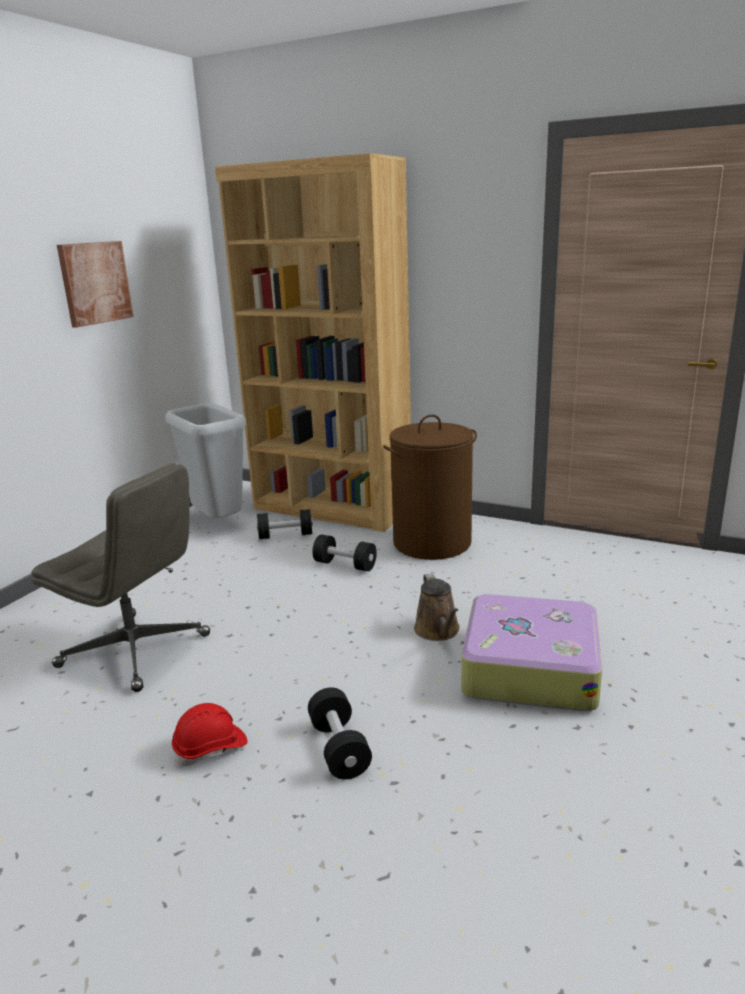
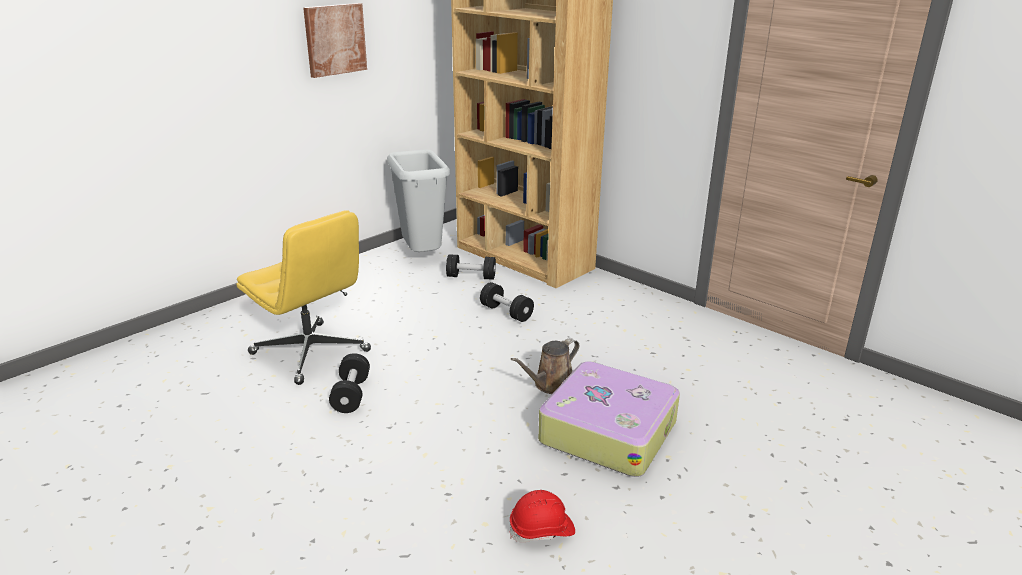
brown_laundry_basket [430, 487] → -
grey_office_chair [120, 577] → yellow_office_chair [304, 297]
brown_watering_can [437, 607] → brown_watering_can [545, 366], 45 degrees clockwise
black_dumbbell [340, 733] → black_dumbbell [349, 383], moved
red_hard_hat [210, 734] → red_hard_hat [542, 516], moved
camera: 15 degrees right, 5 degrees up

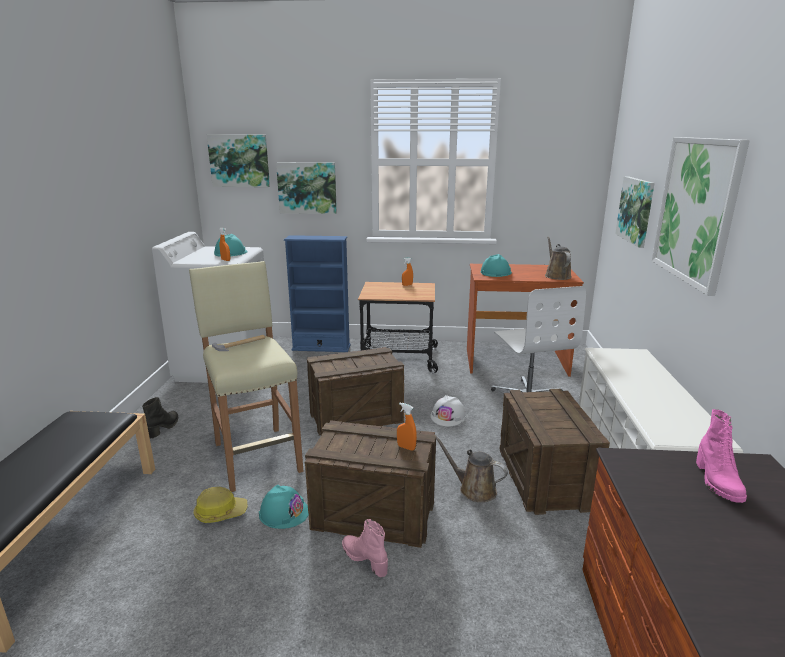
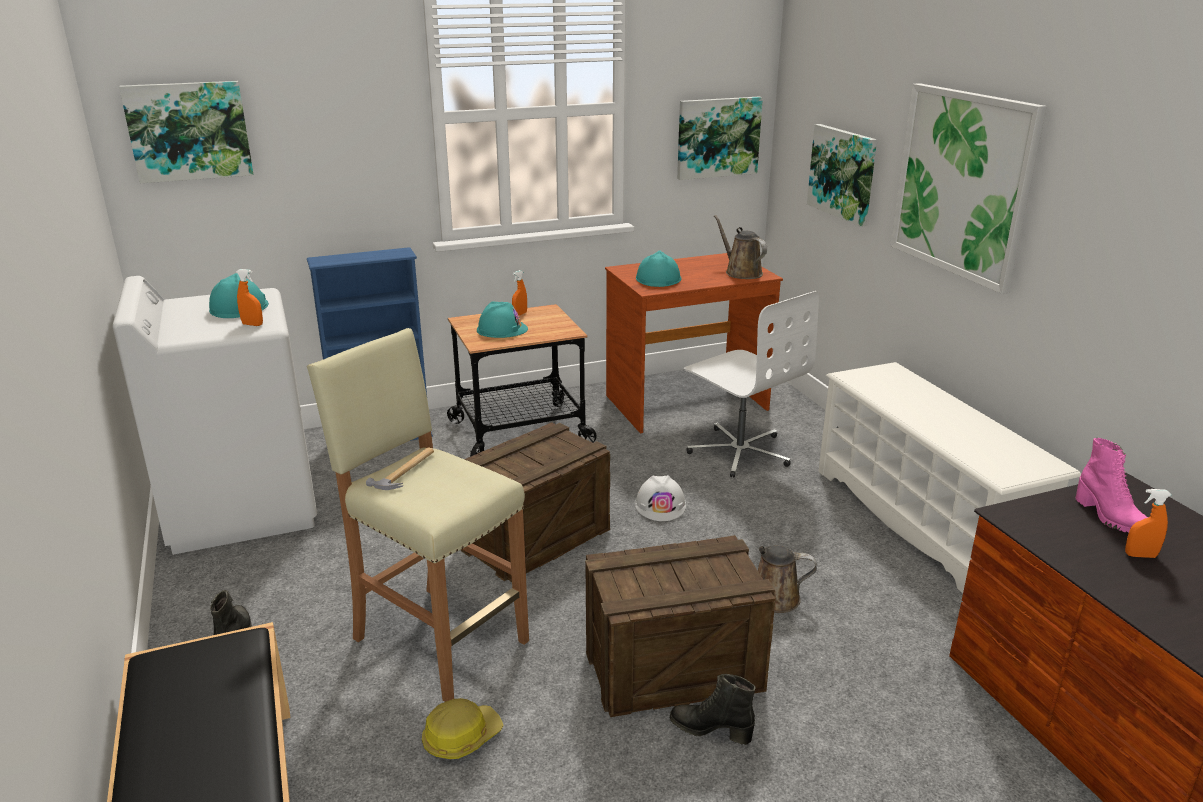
picture [306, 188] → picture [720, 138], moved
crate [555, 452] → -
orange_spray_bottle [407, 427] → orange_spray_bottle [1148, 523], moved
turquoise_hard_hat [284, 507] → turquoise_hard_hat [502, 320], moved
pink_boot [365, 548] → black_boot [712, 709]
camera: 25 degrees left, 5 degrees up

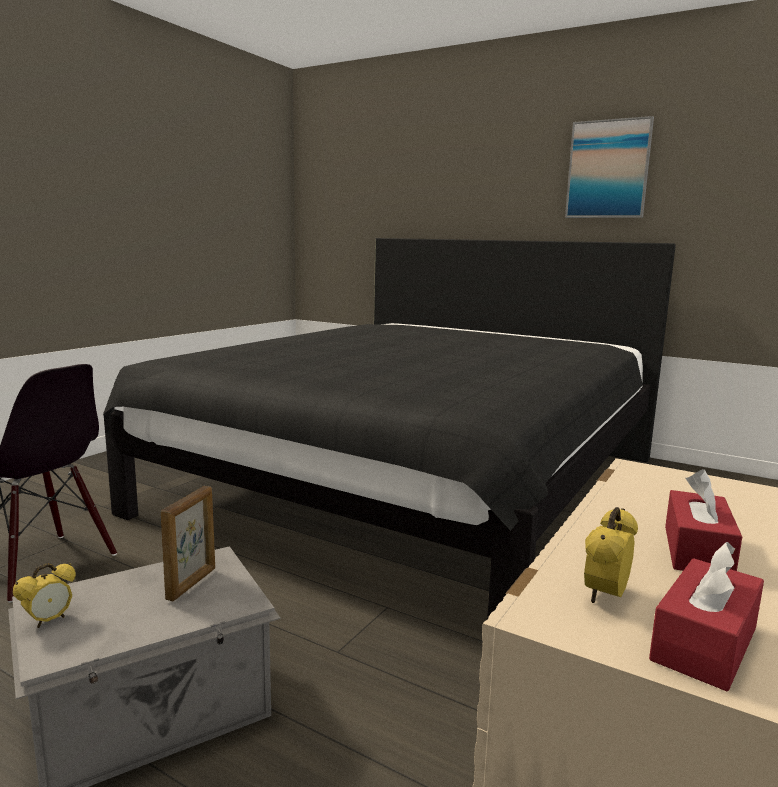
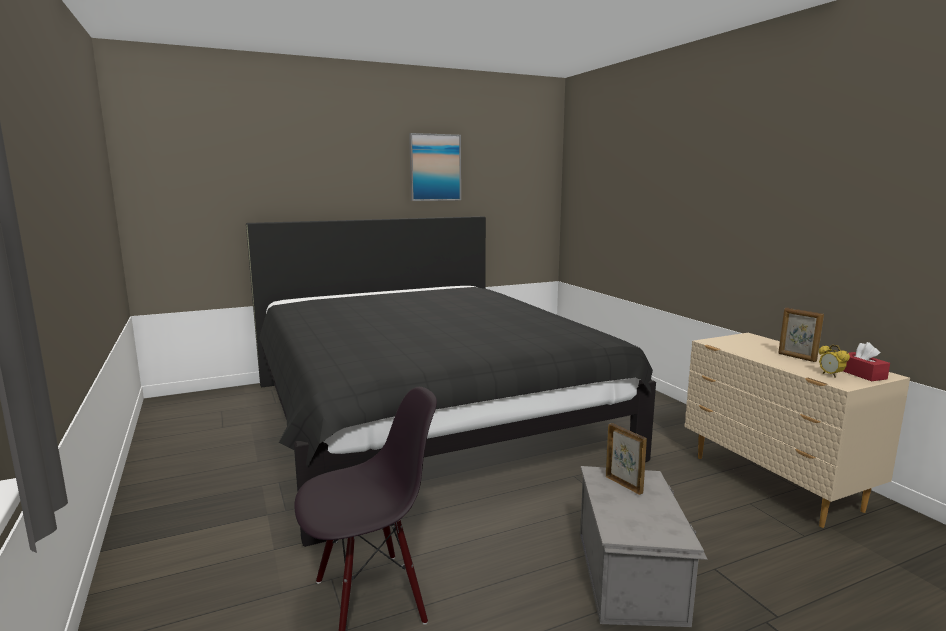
red_tissue_box [703, 520] → picture_frame [801, 335]
alarm_clock [44, 595] → -
camera: 55 degrees left, 0 degrees up

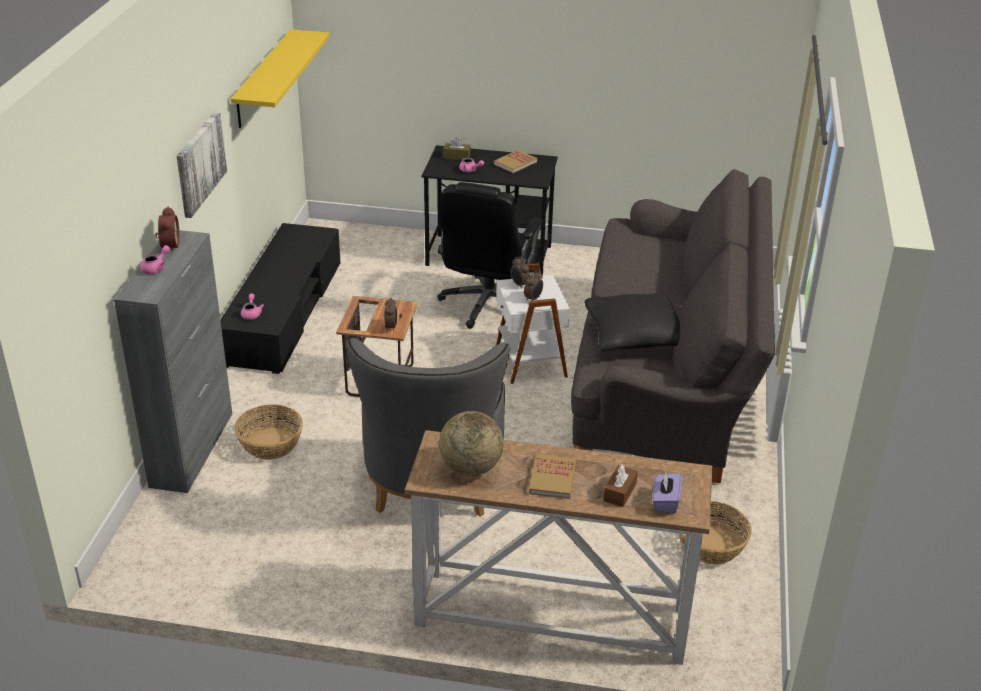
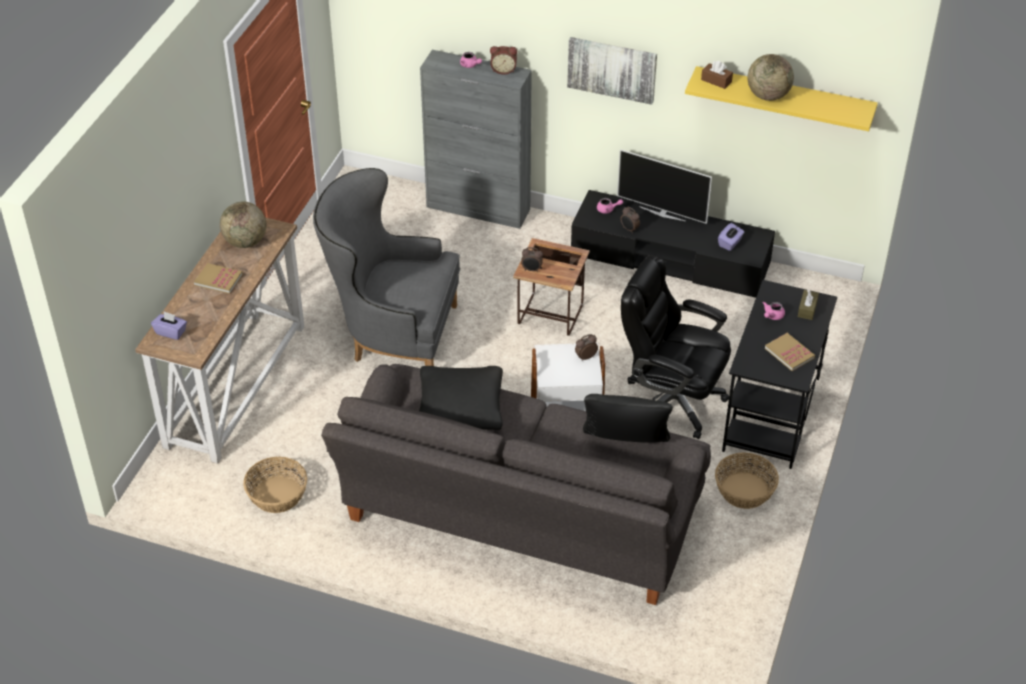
alarm_clock [533, 285] → alarm_clock [630, 220], moved
basket [268, 432] → basket [747, 481], moved
brown_tissue_box [620, 485] → brown_tissue_box [717, 75], moved
- → globe [771, 77]
- → television [664, 186]
- → purple_tissue_box [731, 237]
- → black_pillow [628, 418]
camera: 100 degrees right, 10 degrees up

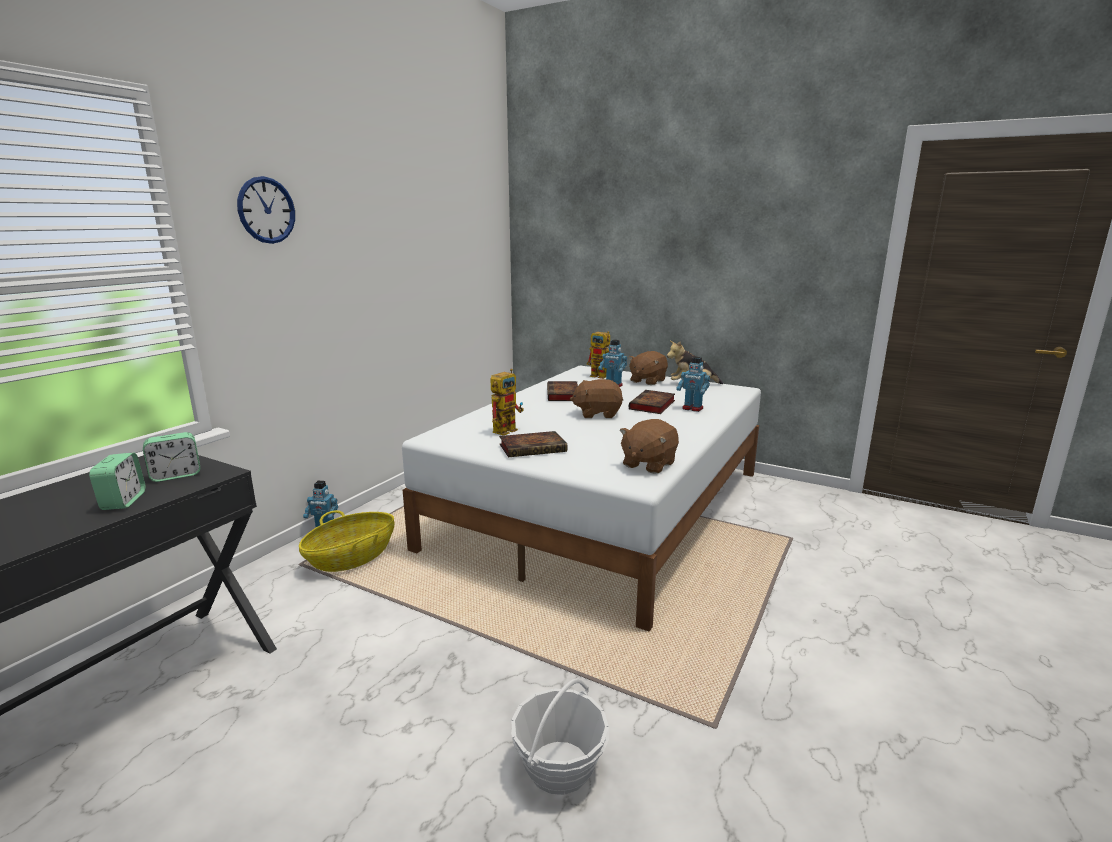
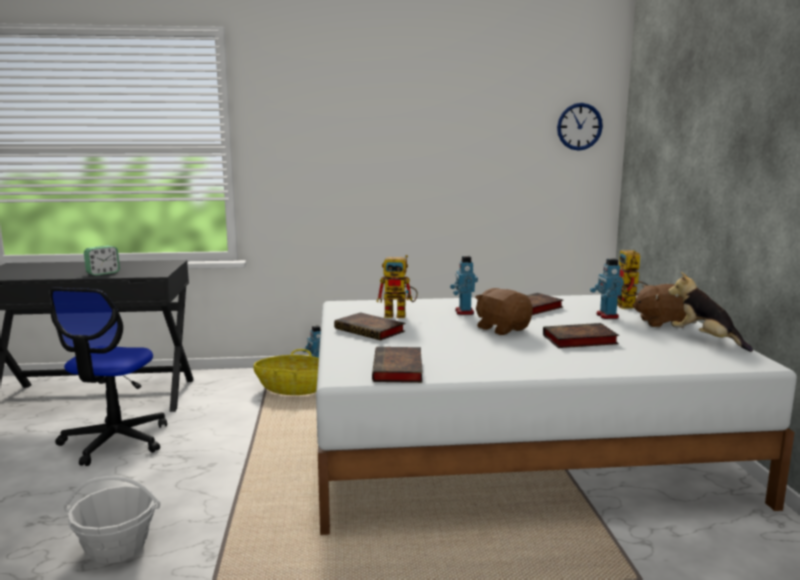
wall_clock [266, 210] → wall_clock [580, 127], moved
toy_robot [693, 384] → toy_robot [464, 285], moved
brown_plush_toy [649, 446] → book [397, 365]
alarm_clock [171, 457] → -
- → office_chair [108, 377]
camera: 55 degrees right, 5 degrees down

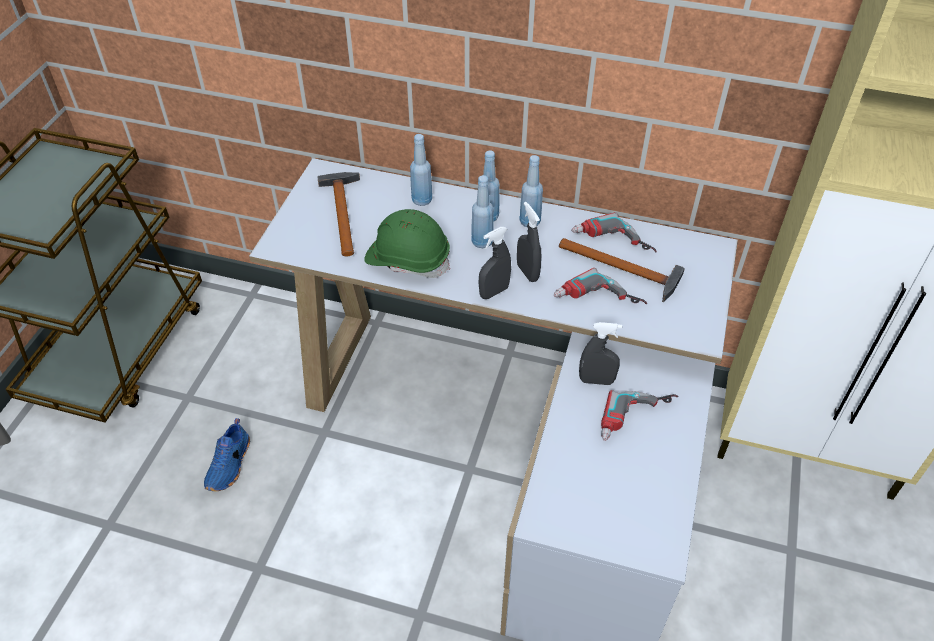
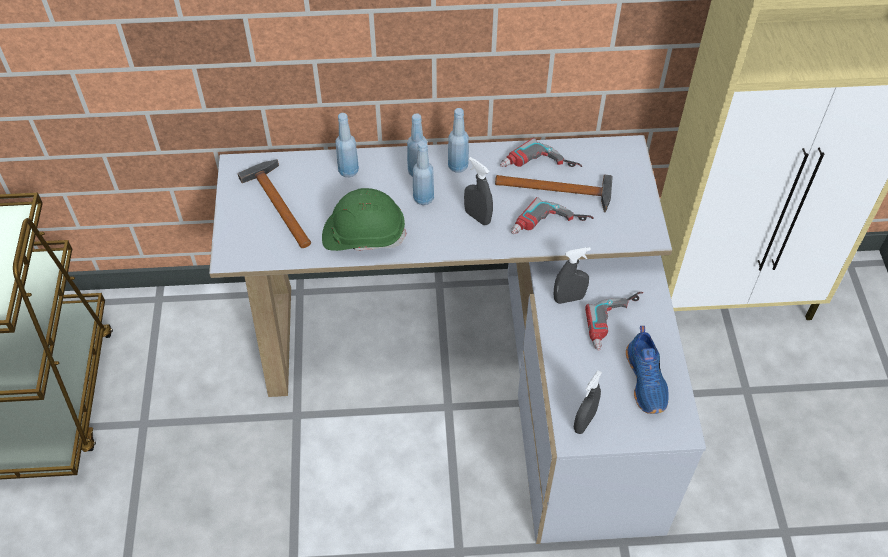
grey_spray_bottle [495, 263] → grey_spray_bottle [588, 402], moved
blue_shoe [227, 454] → blue_shoe [647, 370], moved
camera: 20 degrees left, 5 degrees up

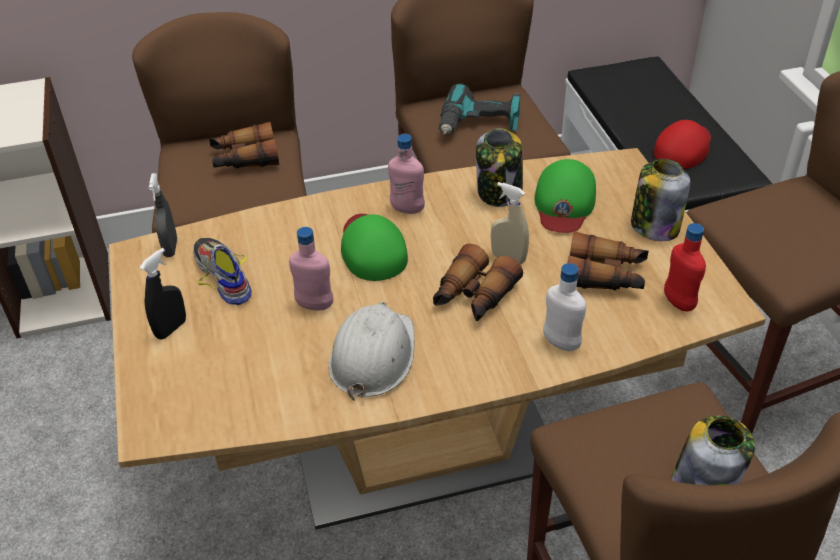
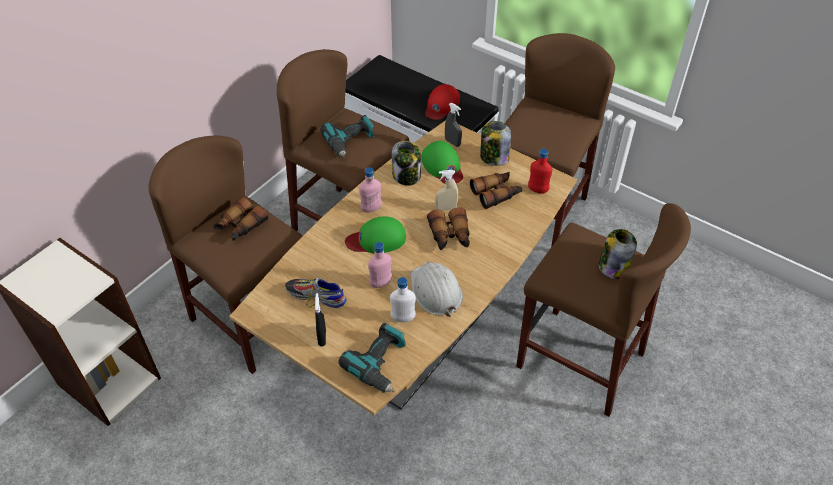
red_cap [682, 144] → red_cap [442, 102], 150 degrees counterclockwise
grey_spray_bottle [163, 215] → grey_spray_bottle [453, 125], moved
green_cap [374, 247] → green_cap [375, 234], 45 degrees counterclockwise
white_bottle [564, 307] → white_bottle [403, 299], moved
- → power_drill [372, 358]
camera: 40 degrees left, 5 degrees up

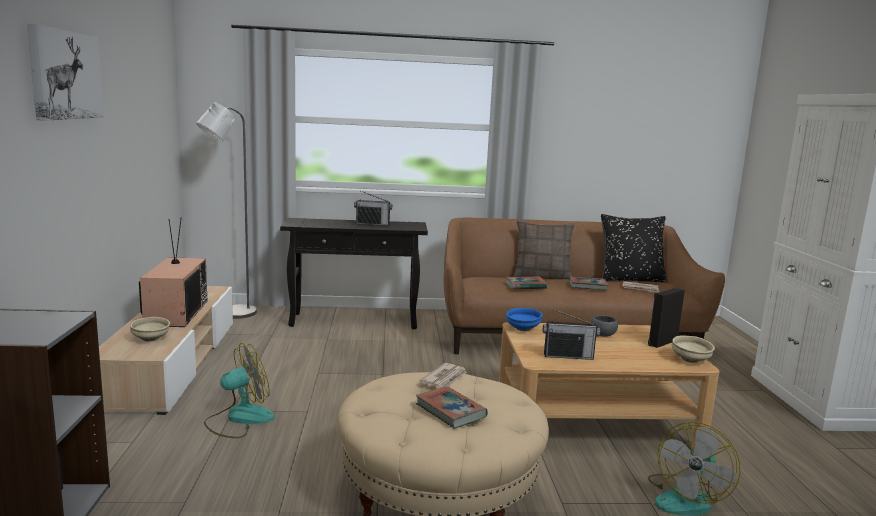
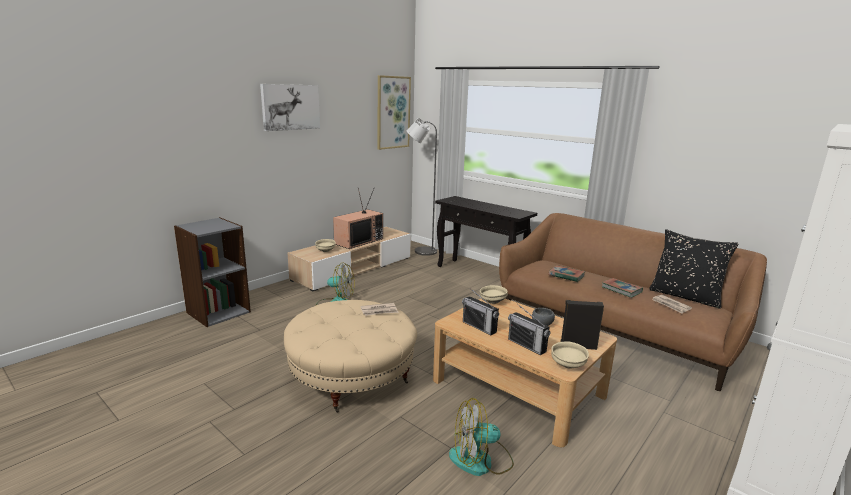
radio [373, 208] → radio [529, 329], moved
pillow [544, 250] → -
blue_bowl [524, 319] → beige_bowl [494, 294]
book [452, 407] → -
- → picture [394, 112]
camera: 45 degrees right, 5 degrees up

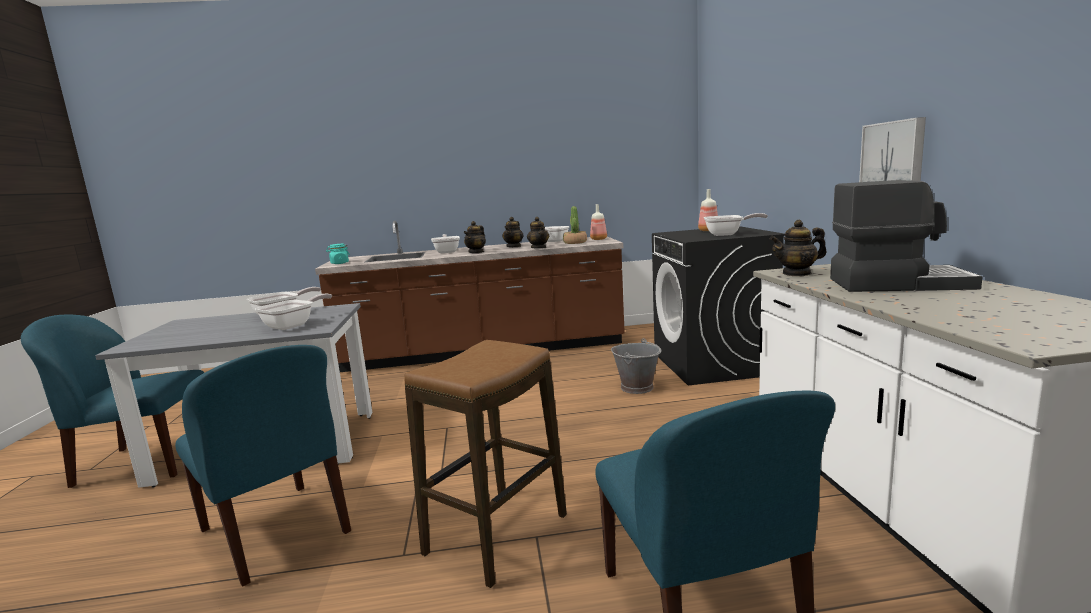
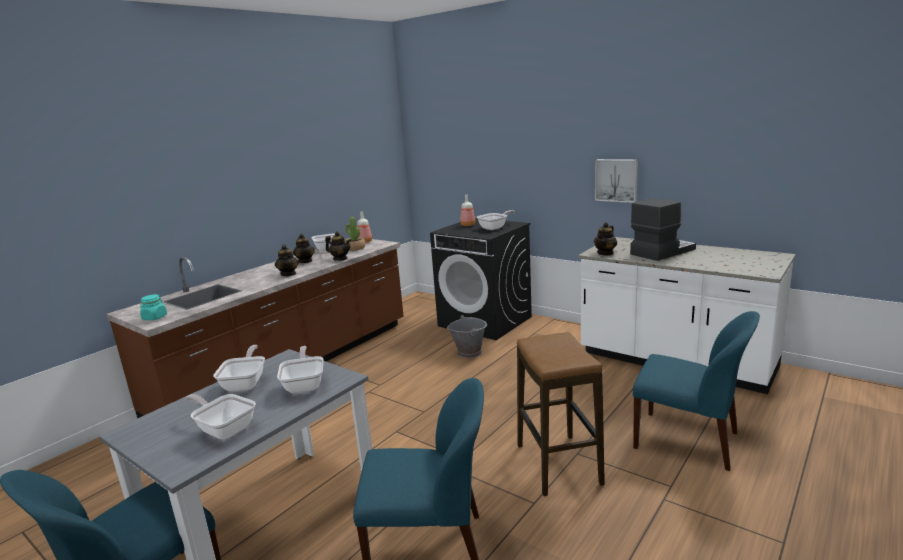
frying_pan [445, 243] → frying_pan [220, 417], moved
camera: 45 degrees left, 5 degrees up

